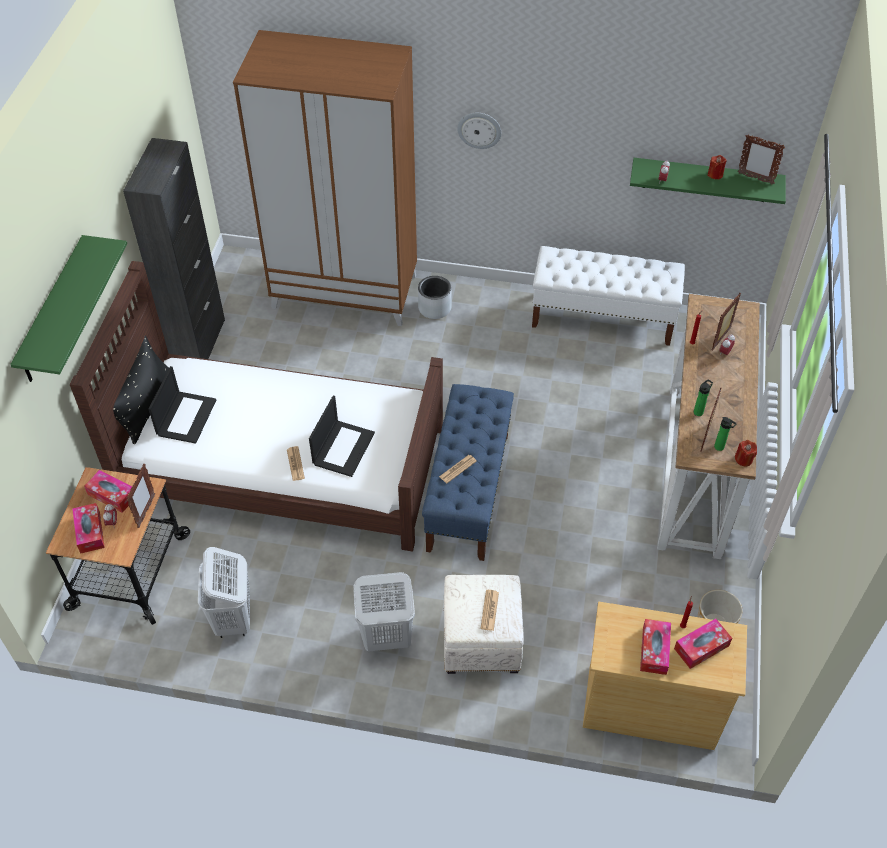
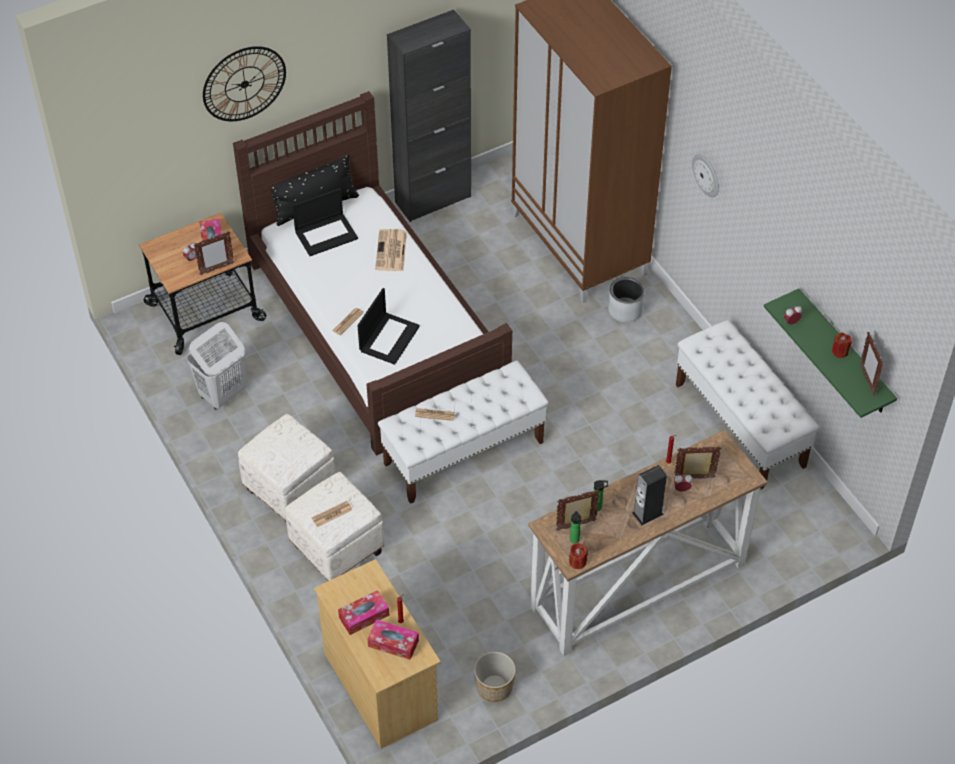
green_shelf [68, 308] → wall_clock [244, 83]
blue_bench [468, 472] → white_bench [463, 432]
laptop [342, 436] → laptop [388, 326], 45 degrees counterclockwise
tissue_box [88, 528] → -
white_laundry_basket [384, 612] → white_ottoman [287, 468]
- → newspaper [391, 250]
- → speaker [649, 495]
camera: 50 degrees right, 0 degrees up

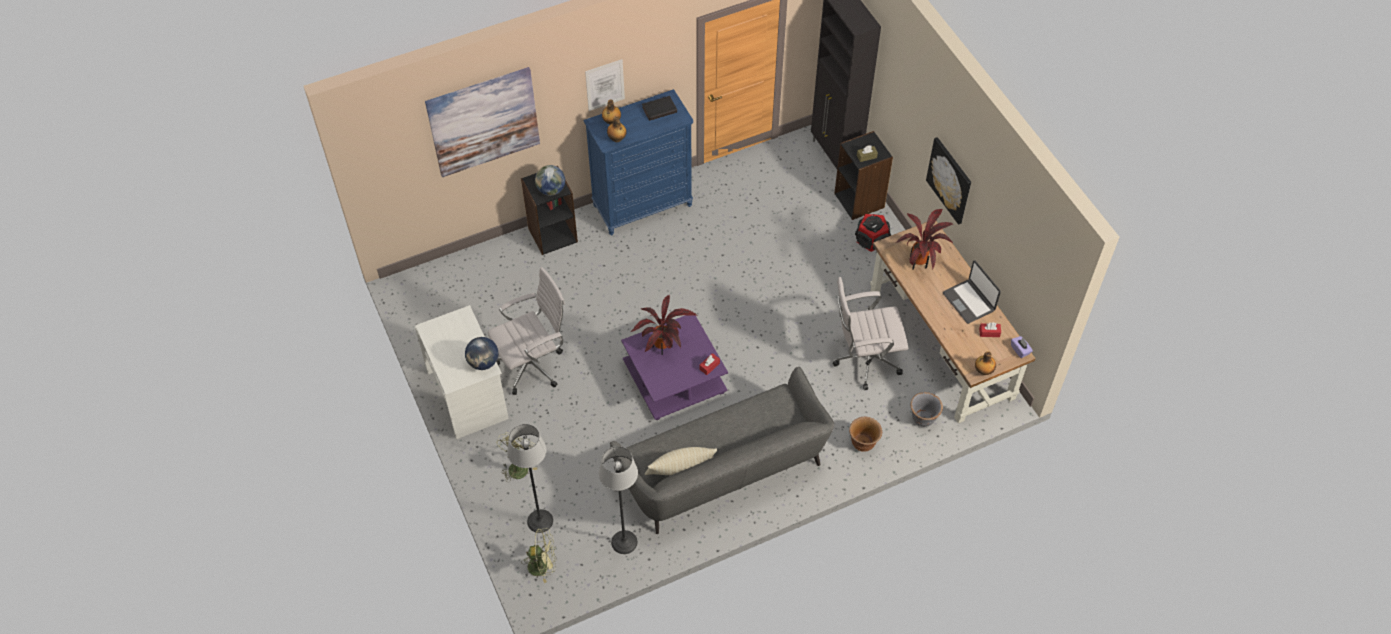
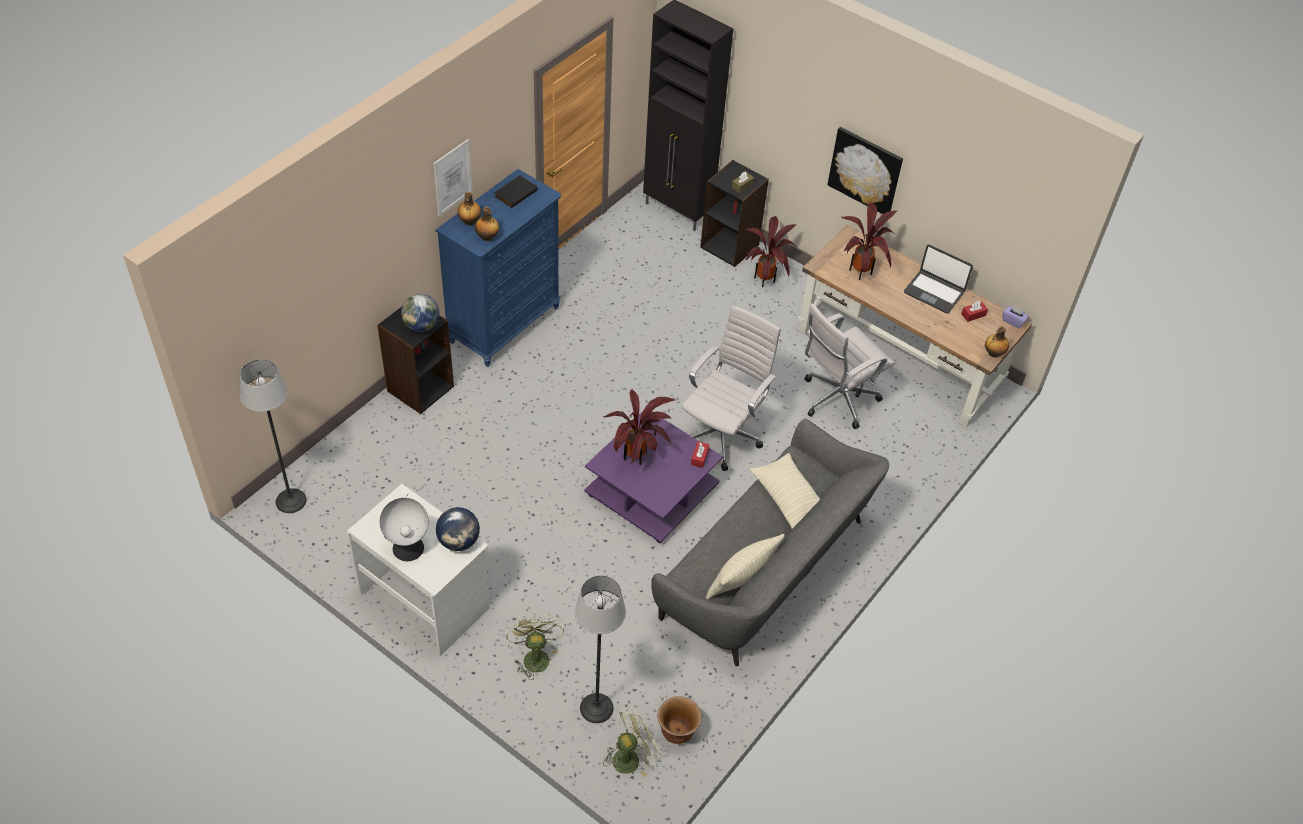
picture [482, 122] → -
speaker [873, 233] → potted_plant [771, 251]
white_office_chair [526, 331] → white_office_chair [731, 388], moved
grey_planter [927, 409] → -
brown_planter [865, 434] → brown_planter [679, 720], moved
floor_lamp [618, 500] → floor_lamp [273, 436], moved
- → beige_pillow [785, 491]
- → table_lamp [404, 527]
camera: 30 degrees left, 5 degrees down

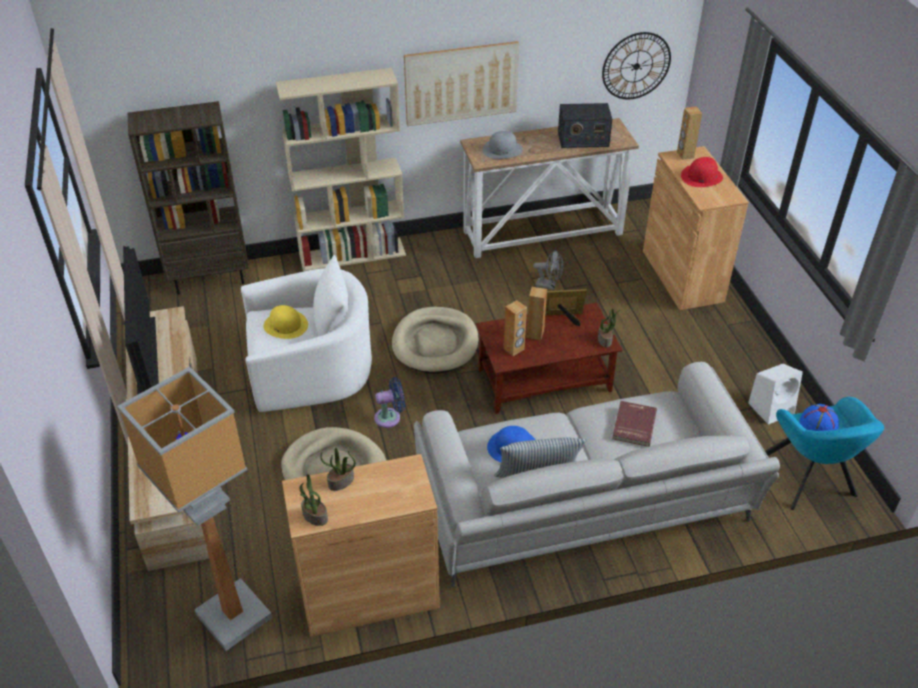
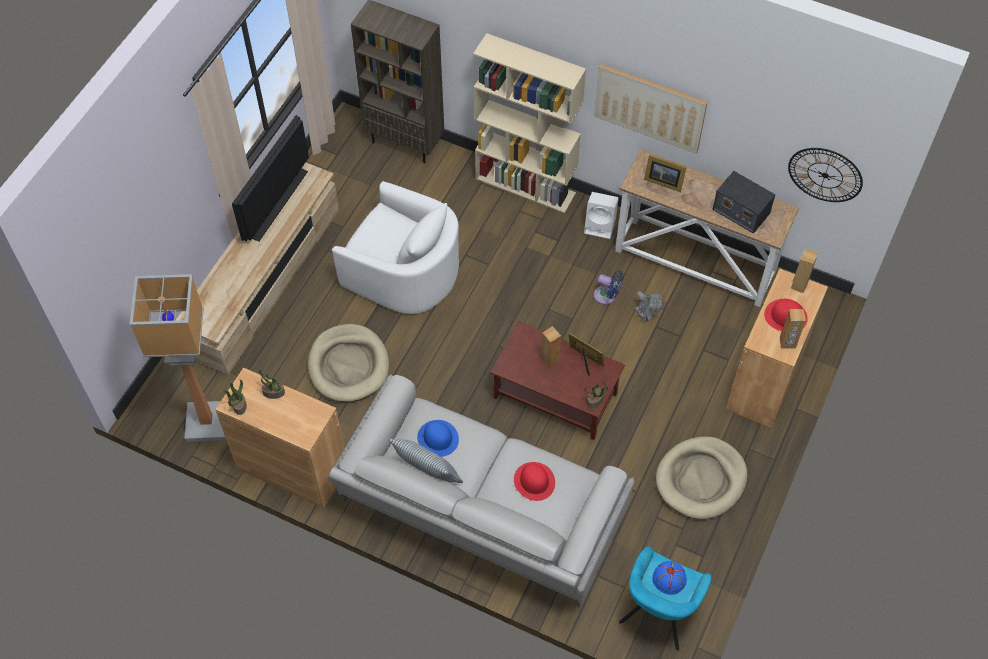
grey_hat [502, 145] → picture_frame [665, 173]
brown_speaker [515, 328] → brown_speaker [793, 329], moved
yellow_hat [285, 322] → -
beige_dog_bed [435, 340] → beige_dog_bed [701, 477], moved
white_speaker [775, 394] → white_speaker [601, 215], moved
blue_fan [389, 403] → blue_fan [609, 287], moved
red_book [634, 424] → red_hat [534, 481]
camera: 40 degrees right, 15 degrees up

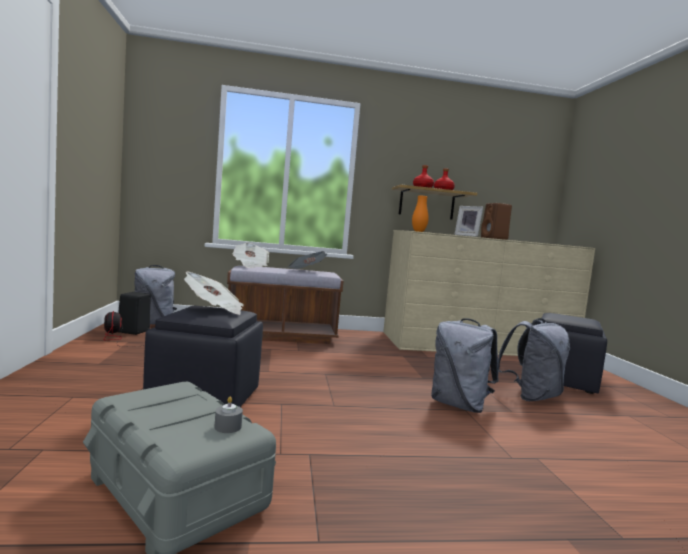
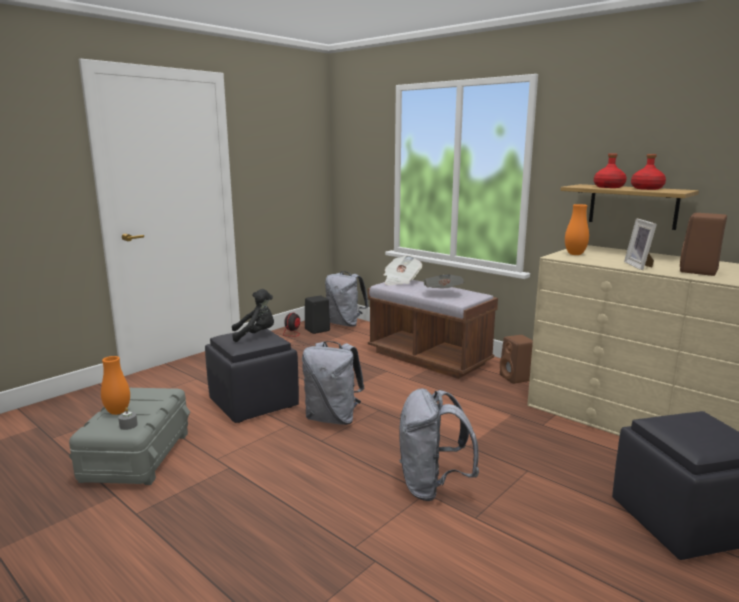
newspaper [214, 293] → black_plush_toy [253, 315]
grey_backpack [534, 359] → grey_backpack [333, 383], moved
- → brown_speaker [516, 359]
- → orange_vase [115, 385]
camera: 50 degrees right, 10 degrees up

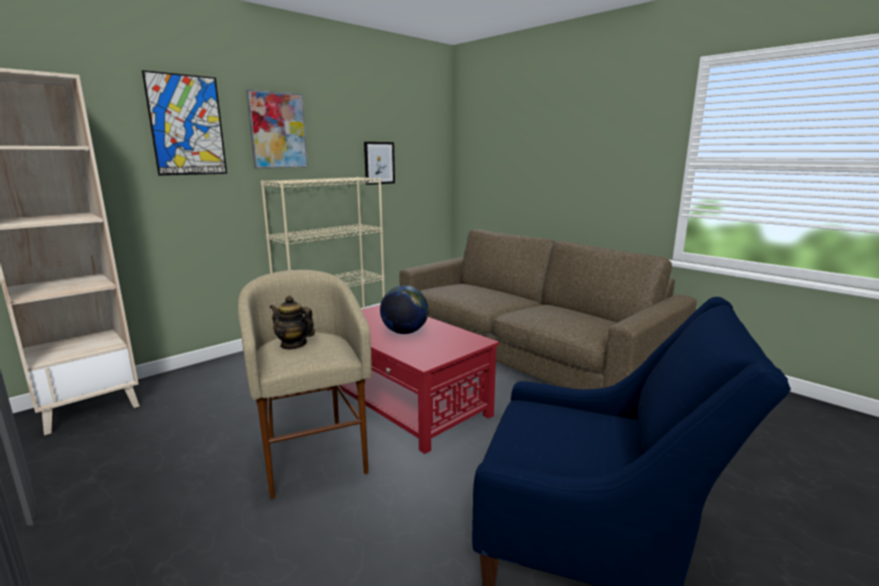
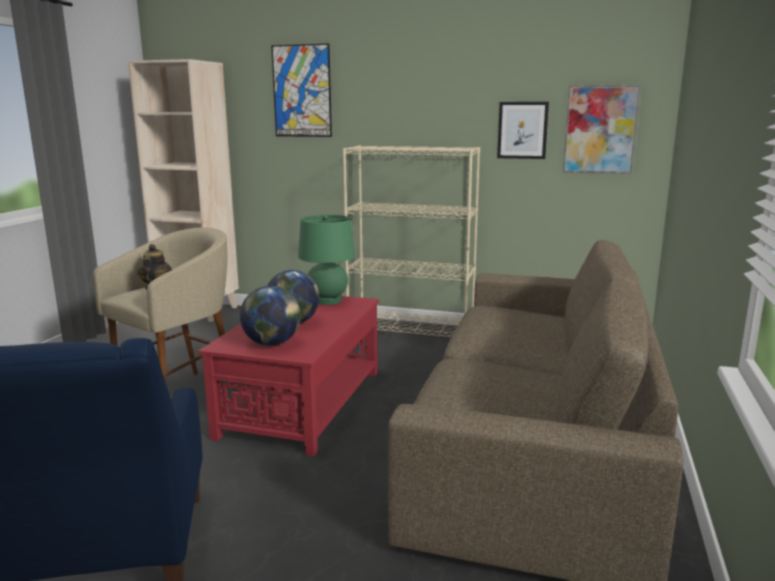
picture [277, 129] → picture [601, 129], moved
- → green_table_lamp [326, 260]
- → globe [270, 316]
camera: 60 degrees right, 0 degrees up

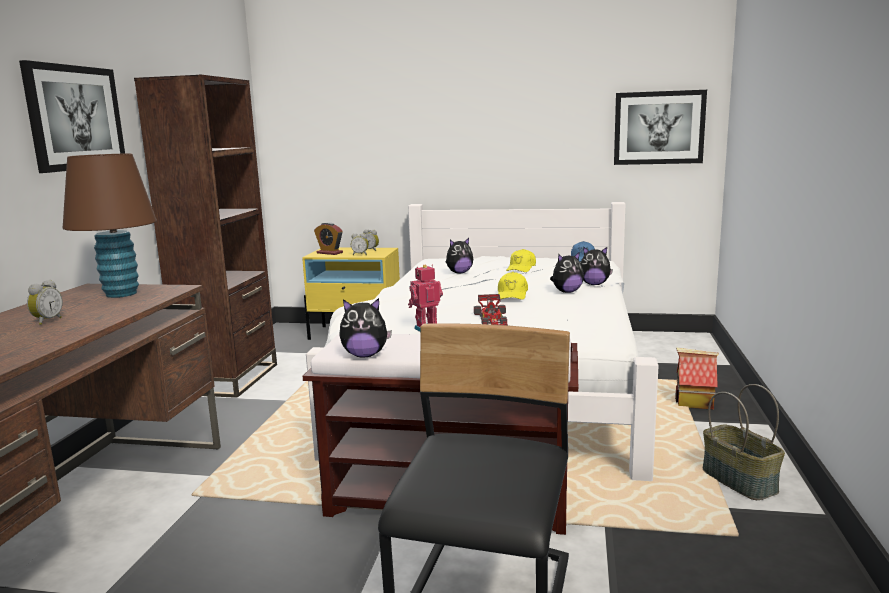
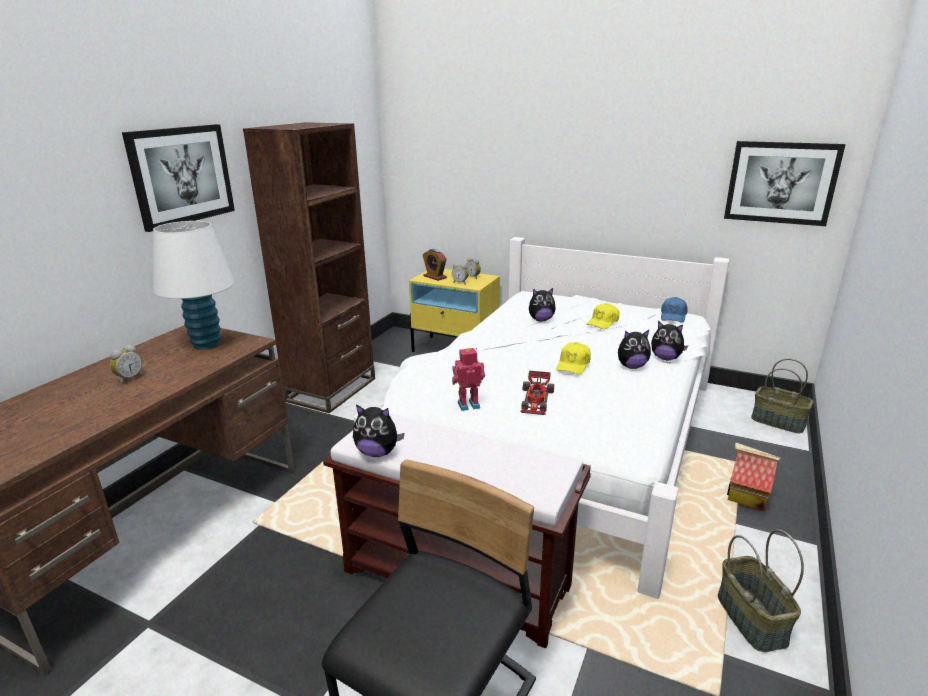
brown_table_lamp [110, 225] → white_table_lamp [194, 285]
- → basket [782, 396]
camera: 15 degrees right, 10 degrees up

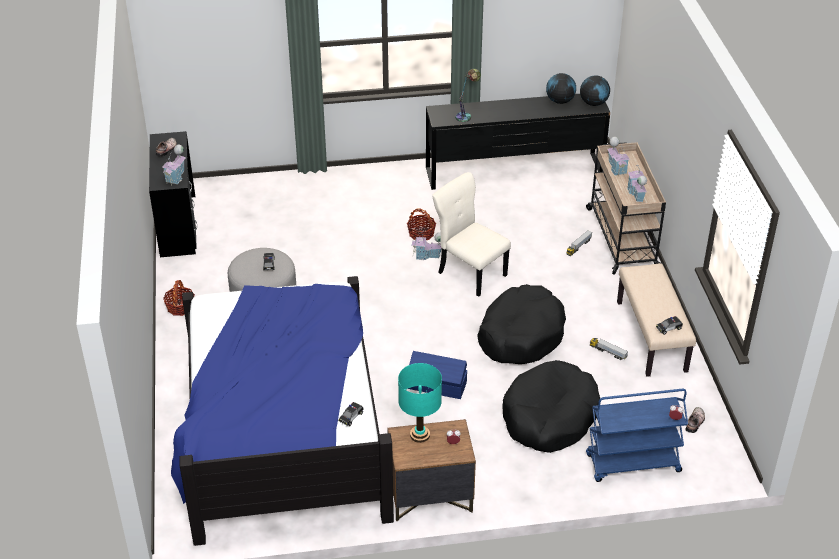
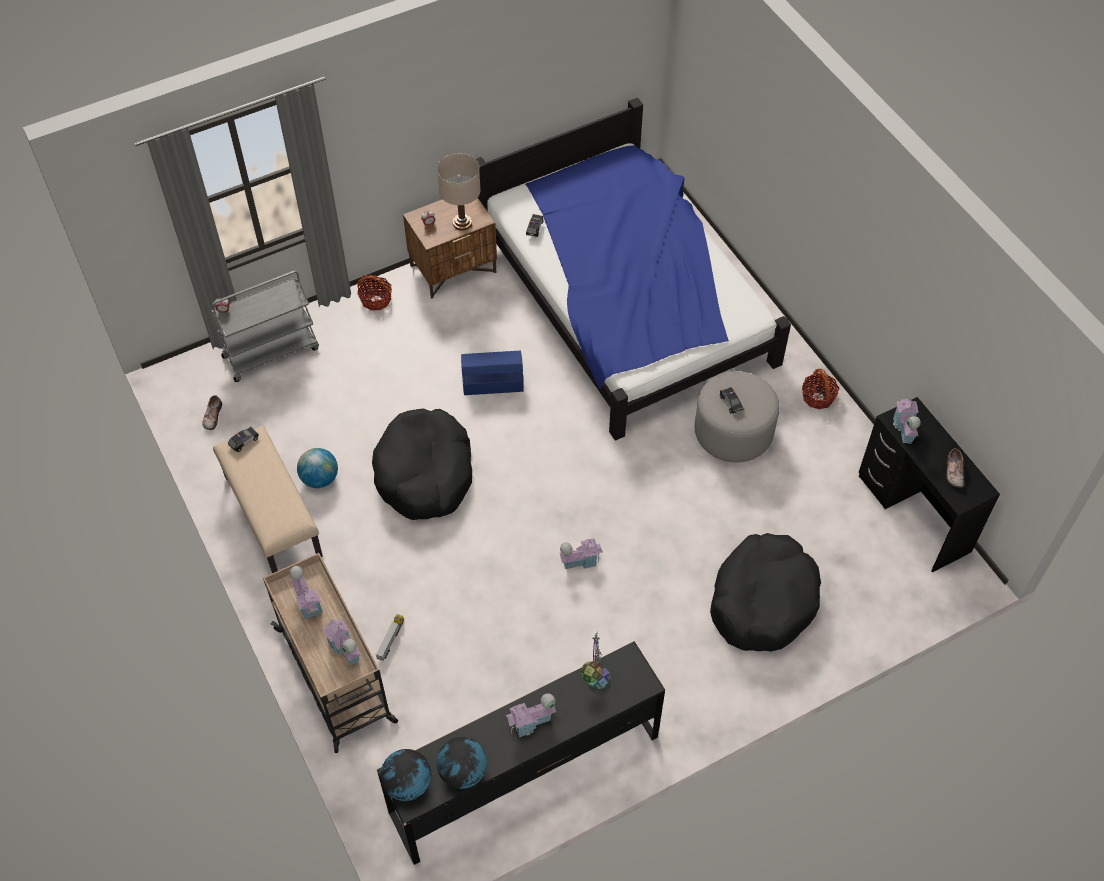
beige_chair [471, 234] → -
basket [421, 224] → basket [374, 293], moved
toy_truck [609, 349] → globe [317, 468]
black_dog_bed [551, 406] → black_dog_bed [765, 592], moved
turquoise_table_lamp [420, 403] → beige_table_lamp [459, 192]
blue_cart [637, 435] → grey_cart [265, 326]
- → toy_house [531, 715]
camera: 160 degrees right, 15 degrees up

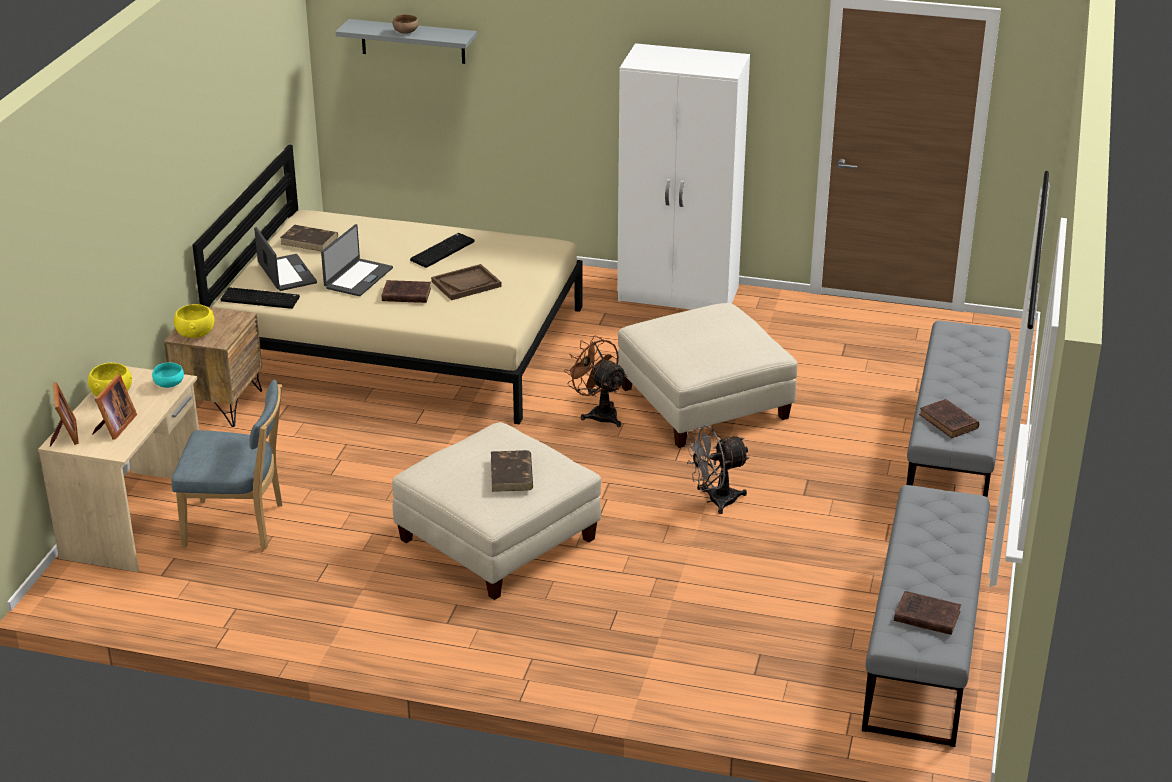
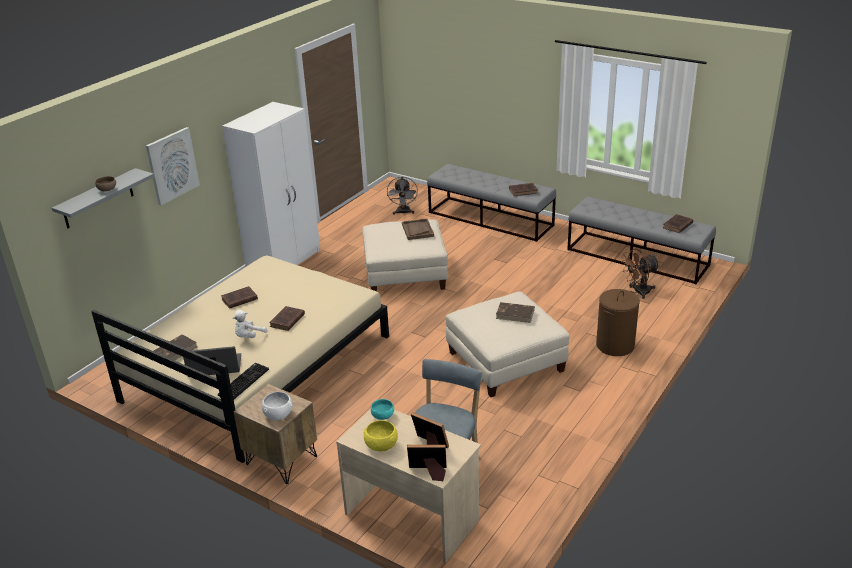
laptop [357, 260] → white_plush_toy [250, 324]
keyboard [442, 250] → brown_book [239, 297]
brown_tray [466, 282] → brown_tray [418, 229], moved
yellow_bowl [194, 321] → white_bowl [277, 405]
brown_fan [595, 381] → brown_fan [640, 274], moved
grey_fan [717, 469] → grey_fan [402, 195], moved
- → picture [173, 166]
- → brown_laundry_basket [618, 322]
camera: 70 degrees left, 0 degrees up

